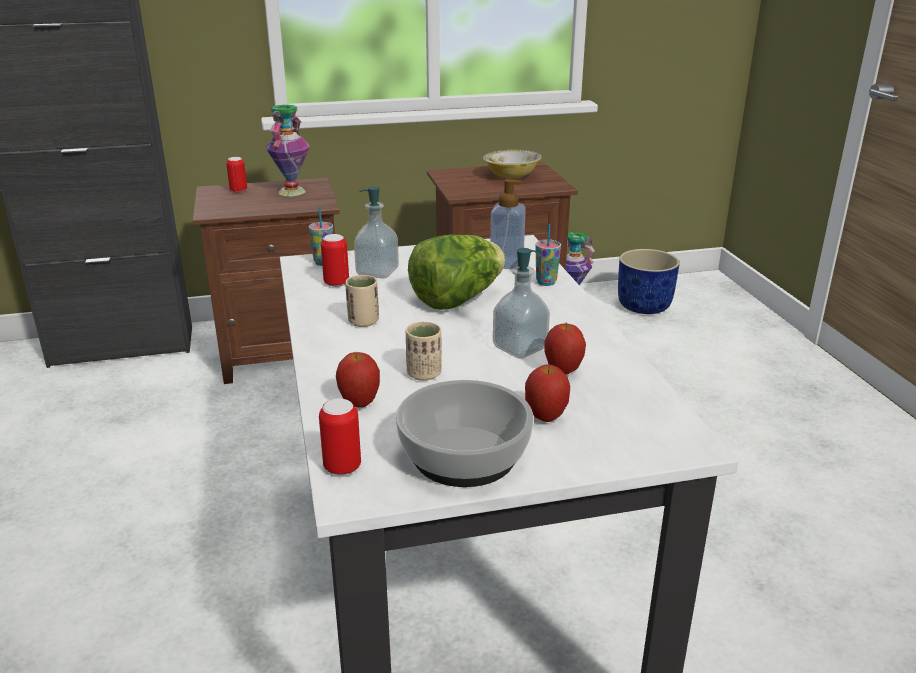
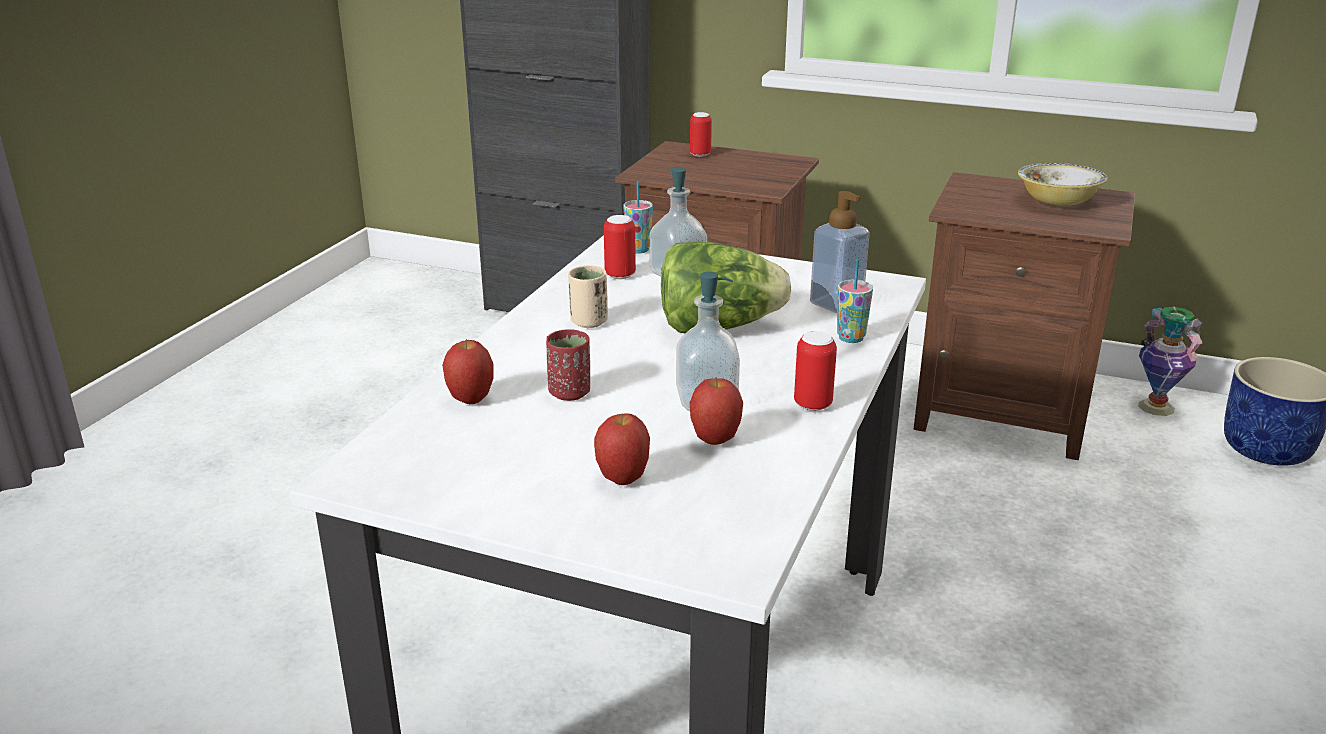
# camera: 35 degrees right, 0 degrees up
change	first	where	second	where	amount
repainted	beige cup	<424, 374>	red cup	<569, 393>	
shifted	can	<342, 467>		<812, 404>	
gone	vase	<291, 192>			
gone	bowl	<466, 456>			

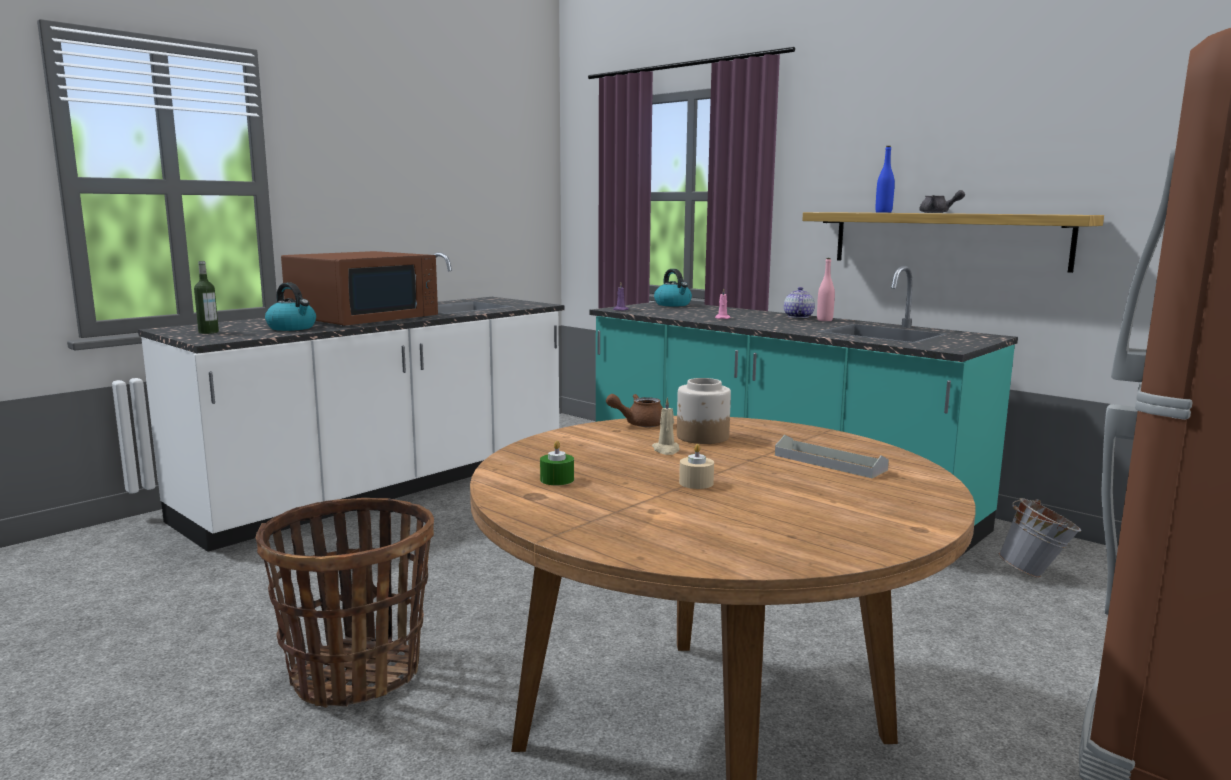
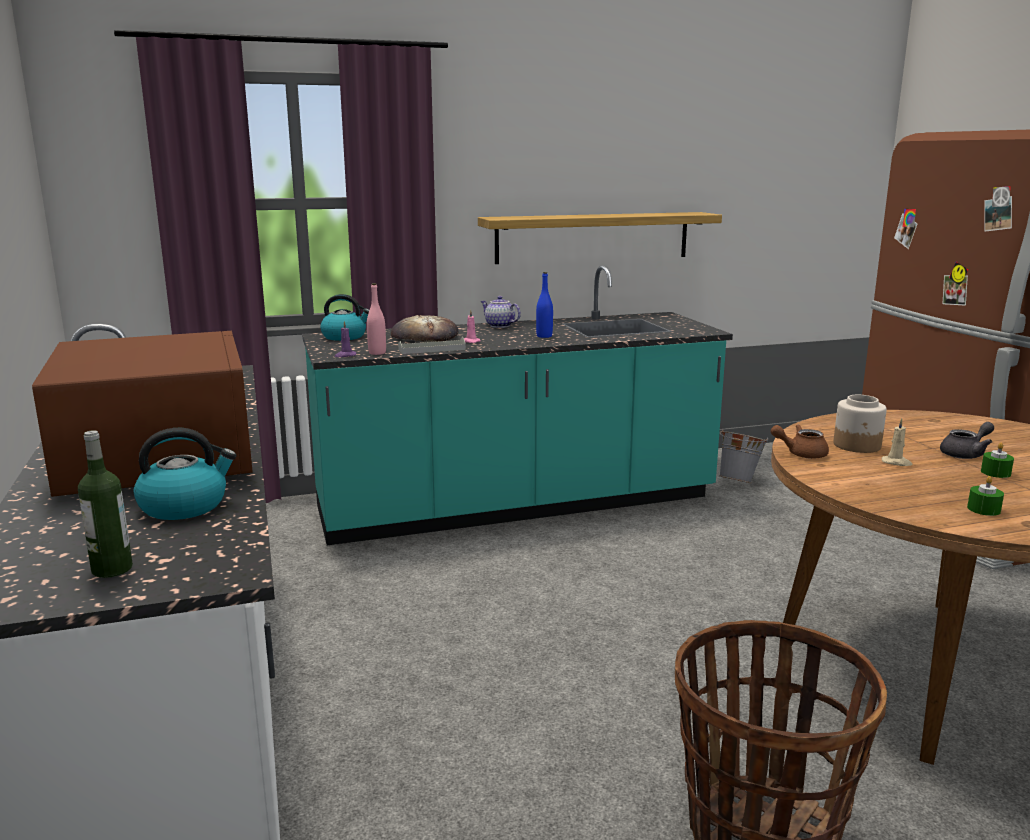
# camera: 60 degrees left, 5 degrees up
change	first	where	second	where	amount
shifted	pink bottle	<824, 320>		<377, 353>	
new			bread	<424, 335>	
shifted	grey tray	<829, 462>		<432, 349>	
shifted	blue bottle	<883, 212>		<544, 336>	
rotated	brown teapot	<639, 424>		<800, 454>	75 degrees clockwise
shifted	grey teapot	<938, 213>		<966, 454>	
repainted	beige candle	<696, 483>	green candle	<995, 473>	

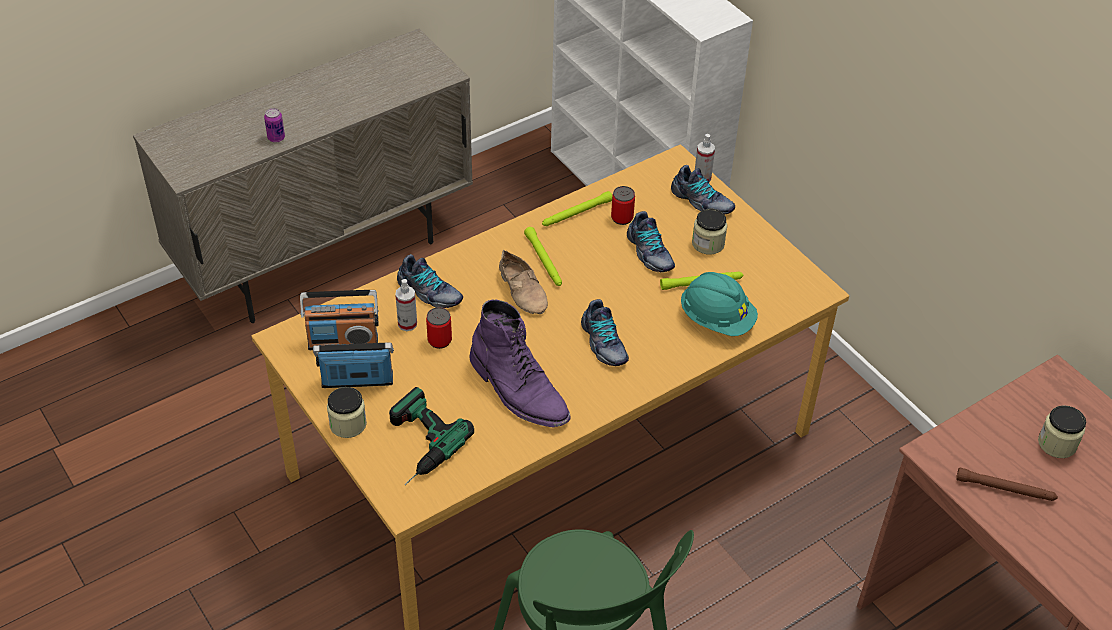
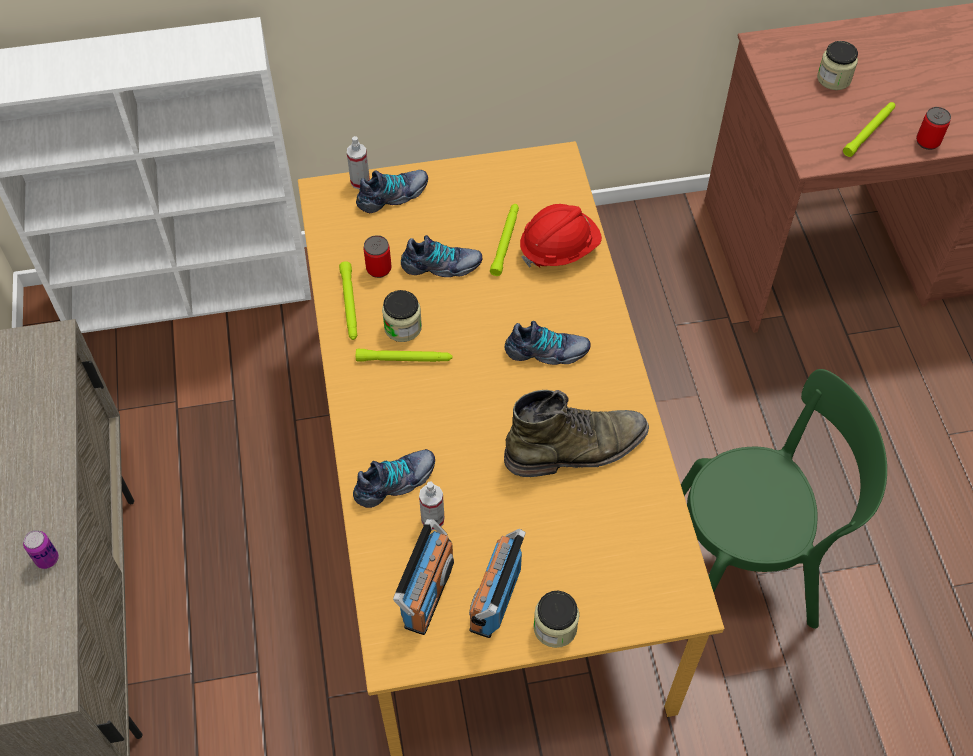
# camera: 65 degrees left, 10 degrees up
change	first	where	second	where	amount
shifted	jar	<708, 243>		<403, 327>	
repainted	purple boot	<518, 390>	green boot	<576, 448>	
repainted	turquoise hard hat	<716, 319>	red hard hat	<559, 249>	
repainted	brown flashlight	<1005, 489>	green flashlight	<869, 131>	
shifted	can	<439, 340>		<927, 141>	
gone	power drill	<415, 445>			
gone	beige shoe	<524, 290>			

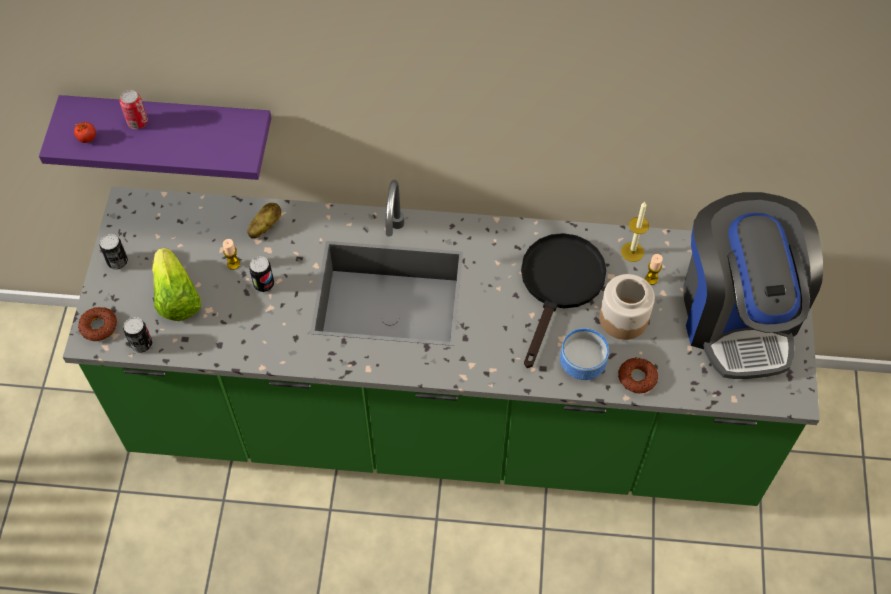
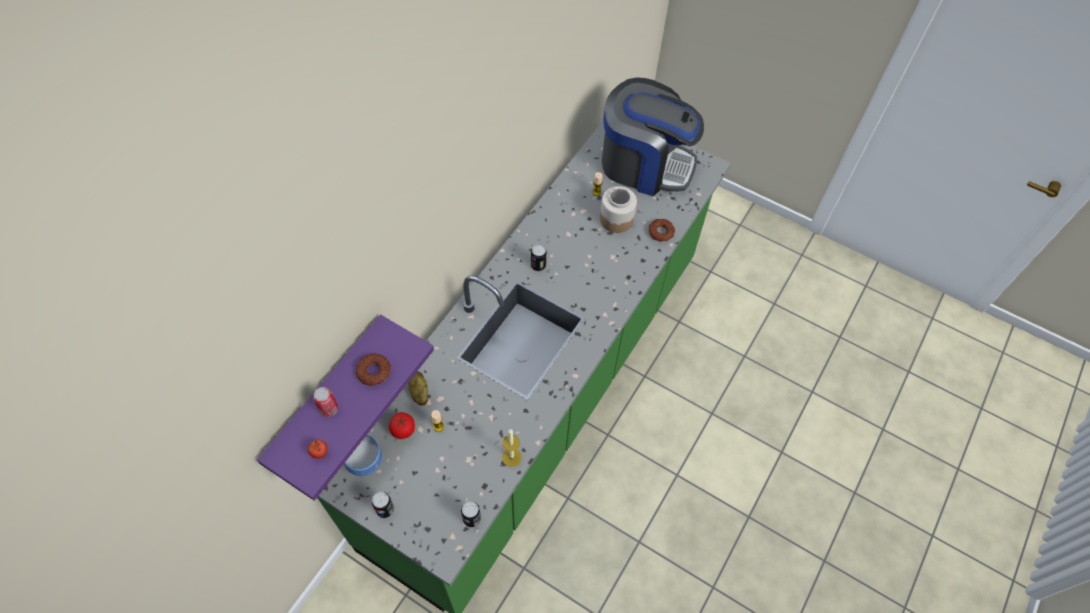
# camera: 65 degrees left, 0 degrees up
change	first	where	second	where	amount
shifted	bowl	<582, 366>		<365, 462>	
shifted	donut	<98, 326>		<373, 371>	
new			tomato	<403, 430>	
shifted	candle	<632, 252>		<511, 457>	
shifted	can	<264, 284>		<538, 265>	
gone	lettuce	<176, 297>			
gone	black frying pan	<559, 286>			

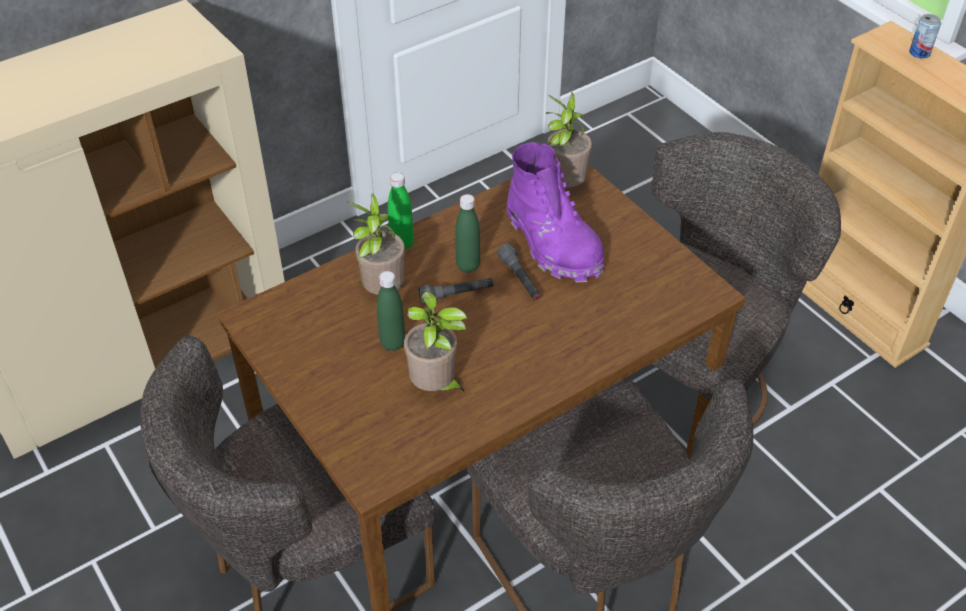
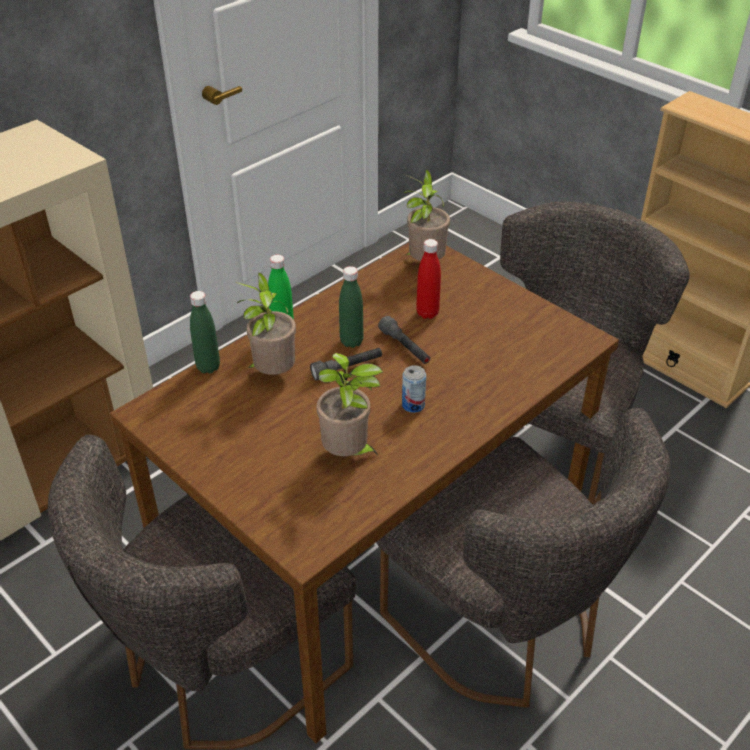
# camera: 10 degrees left, 5 degrees down
change	first	where	second	where	amount
shifted	green bottle	<392, 343>		<208, 367>	
shifted	can	<919, 53>		<413, 405>	
swapped	purple boot	<553, 243>	red bottle	<427, 313>	

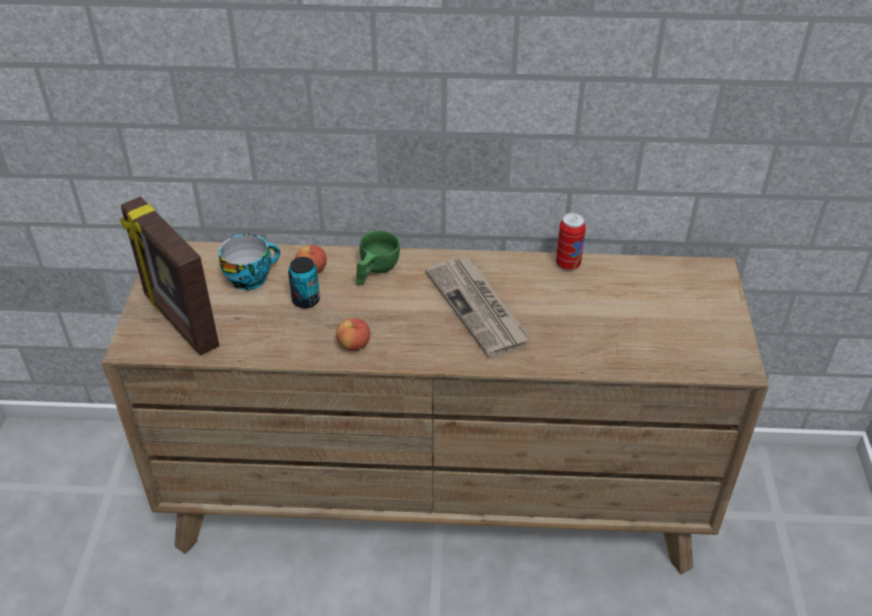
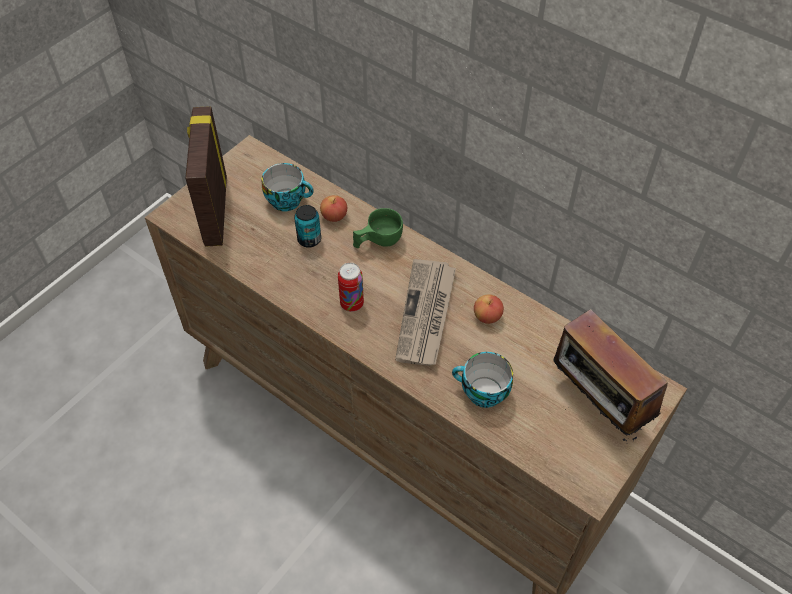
# camera: 35 degrees right, 10 degrees up
change	first	where	second	where	amount
shifted	can	<568, 264>		<352, 304>	
new			cup	<481, 393>	
shifted	apple	<354, 345>		<487, 316>	
new			radio	<596, 404>	

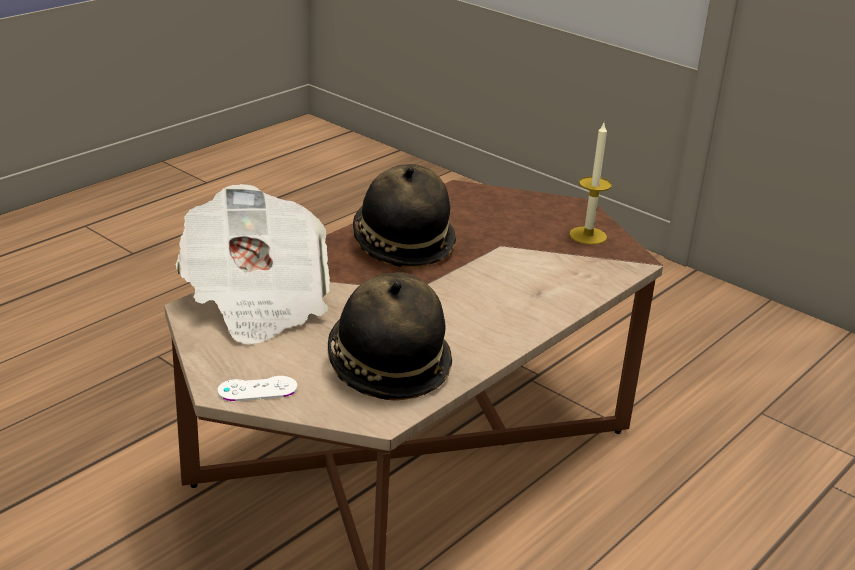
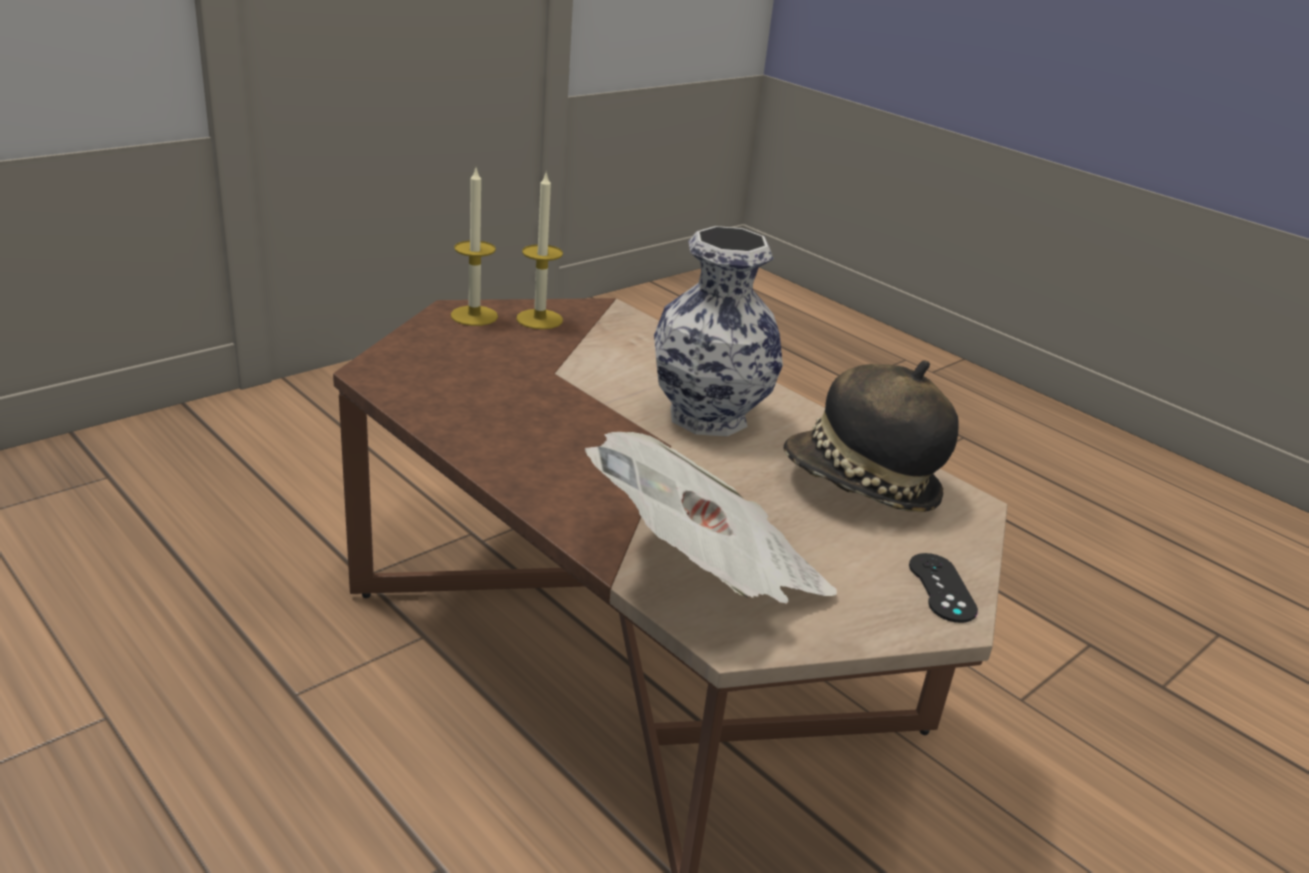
# camera: 85 degrees left, 0 degrees up
change	first	where	second	where	amount
new			candle	<474, 316>	
new			vase	<708, 415>	
repainted	white game controller	<257, 389>	black game controller	<941, 588>	
gone	hat	<402, 244>			

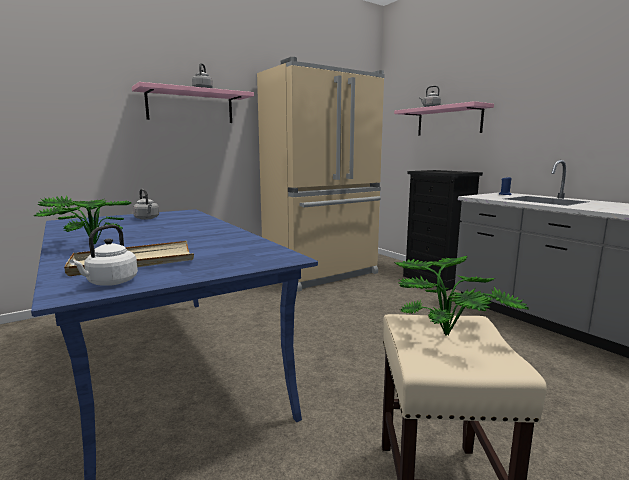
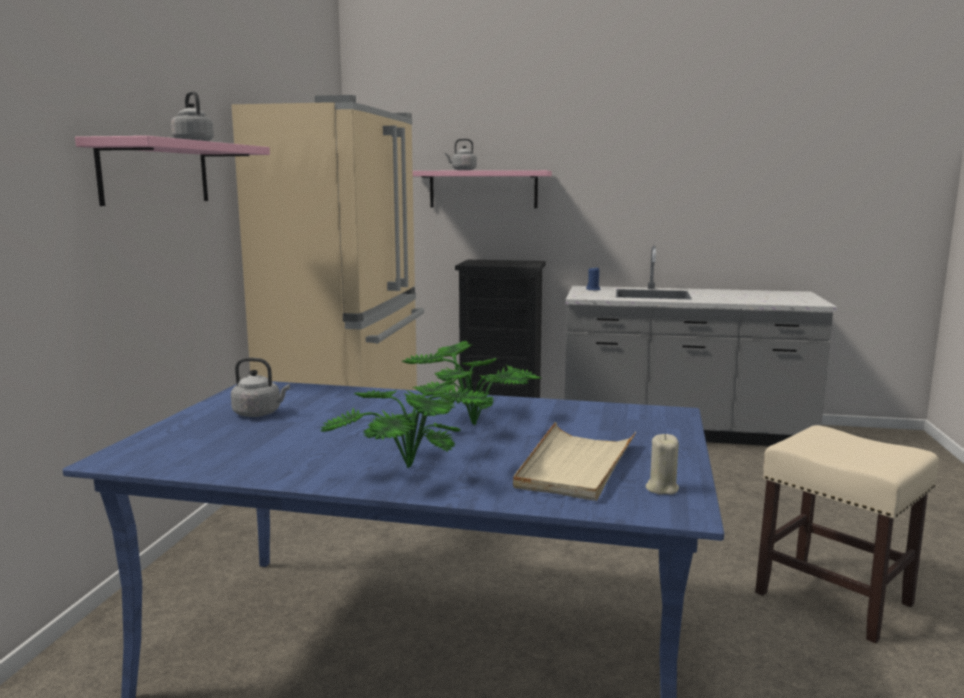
# camera: 45 degrees left, 0 degrees up
change	first	where	second	where	amount
shifted	potted plant	<448, 332>		<472, 422>	
swapped	white kettle	<110, 283>	beige candle	<661, 488>	

